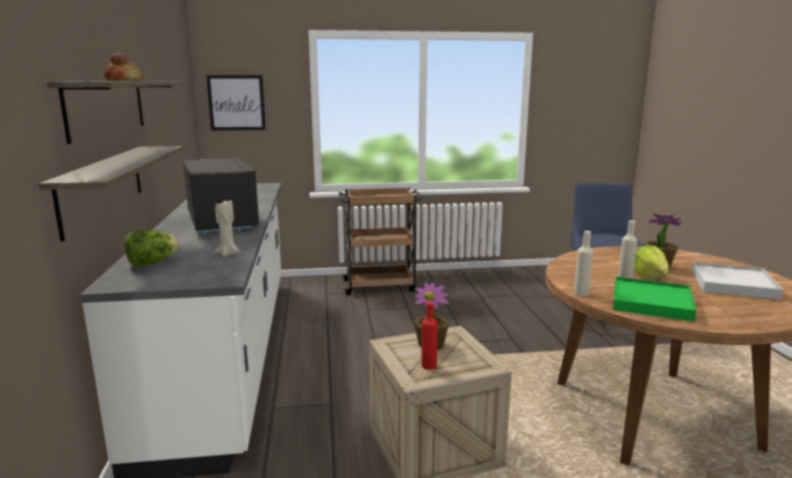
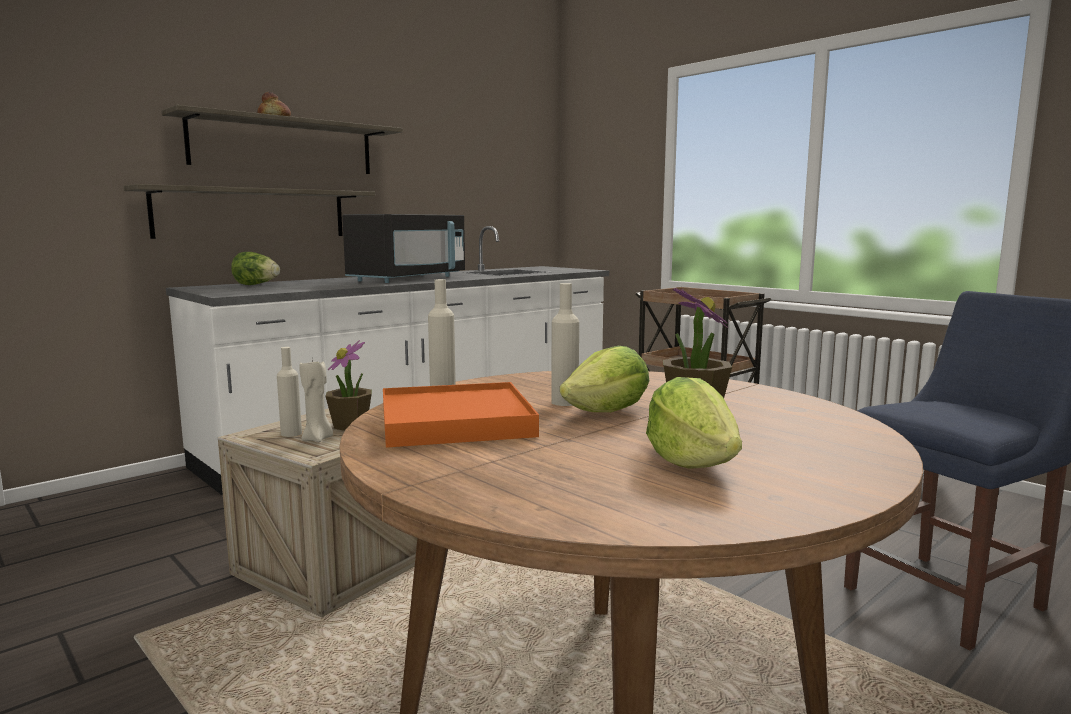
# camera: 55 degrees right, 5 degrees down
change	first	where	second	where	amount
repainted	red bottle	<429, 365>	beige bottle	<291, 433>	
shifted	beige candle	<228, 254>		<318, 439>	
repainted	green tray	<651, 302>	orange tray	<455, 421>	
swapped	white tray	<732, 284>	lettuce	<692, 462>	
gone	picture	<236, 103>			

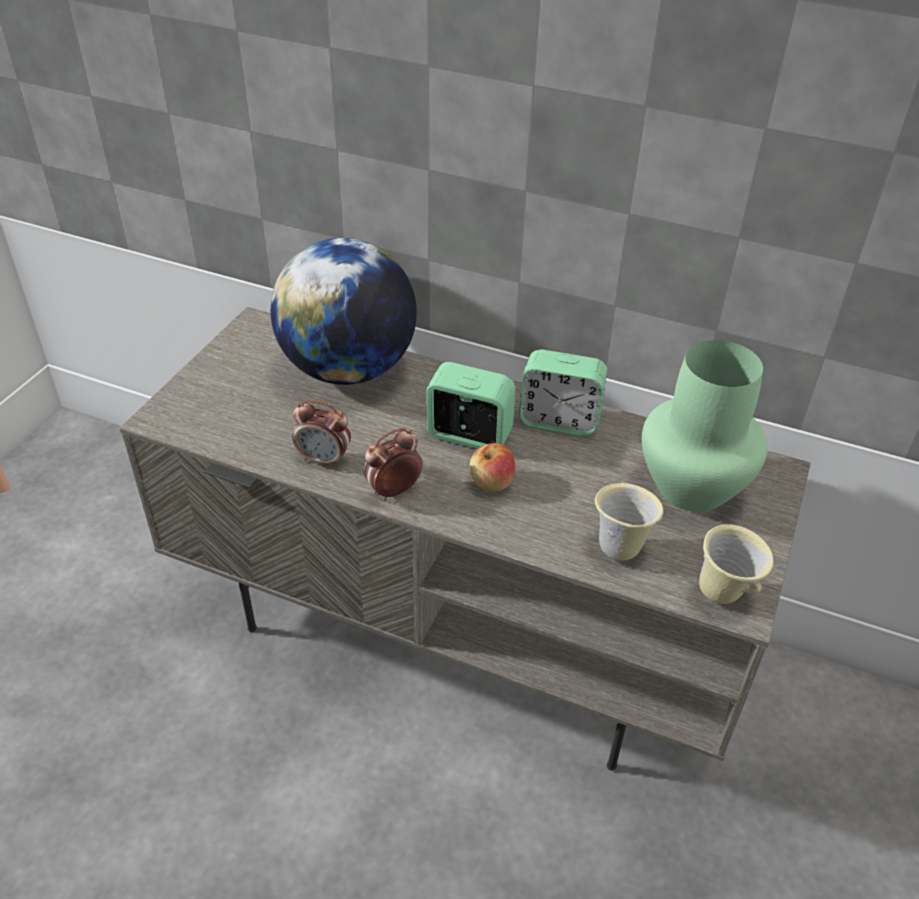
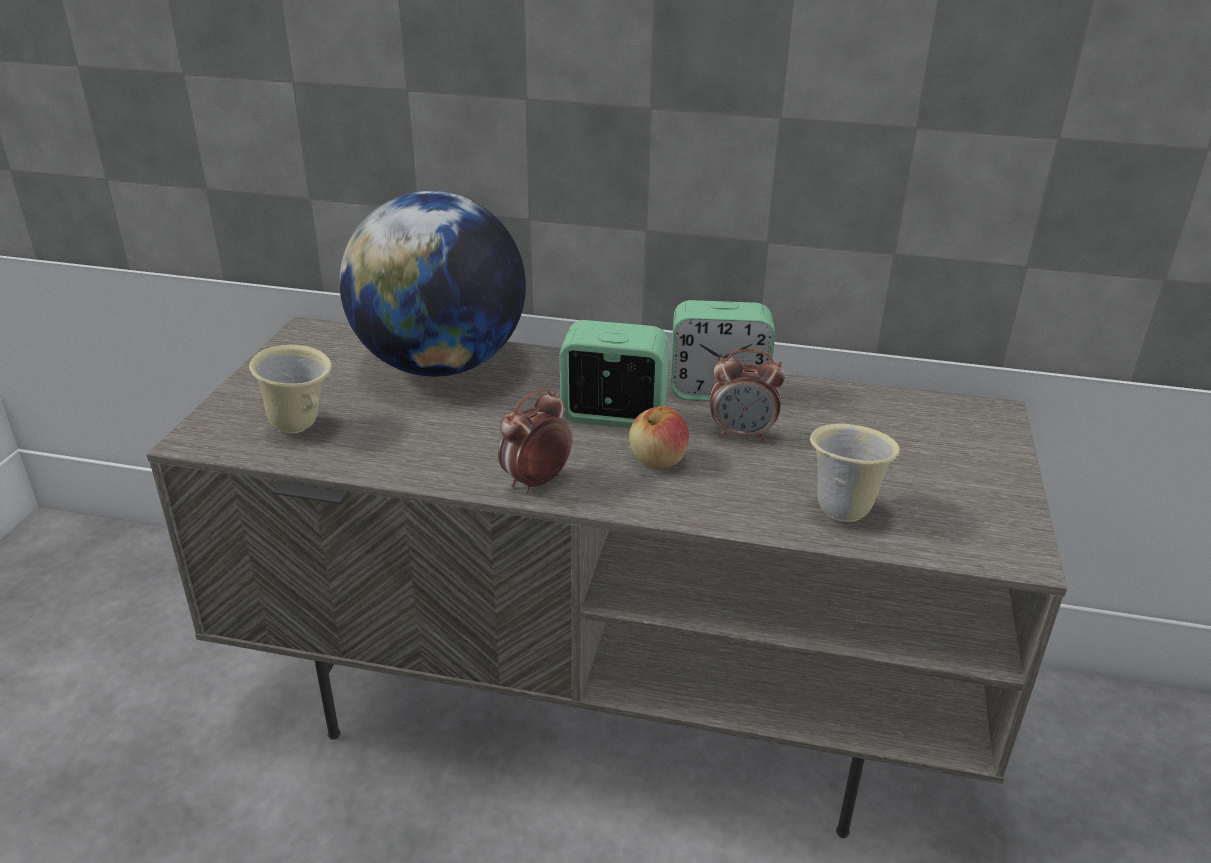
# camera: 10 degrees left, 10 degrees down
change	first	where	second	where	amount
shifted	beige mug	<724, 594>		<301, 427>	
shifted	alarm clock	<324, 459>		<742, 434>	
gone	green vase	<691, 486>			

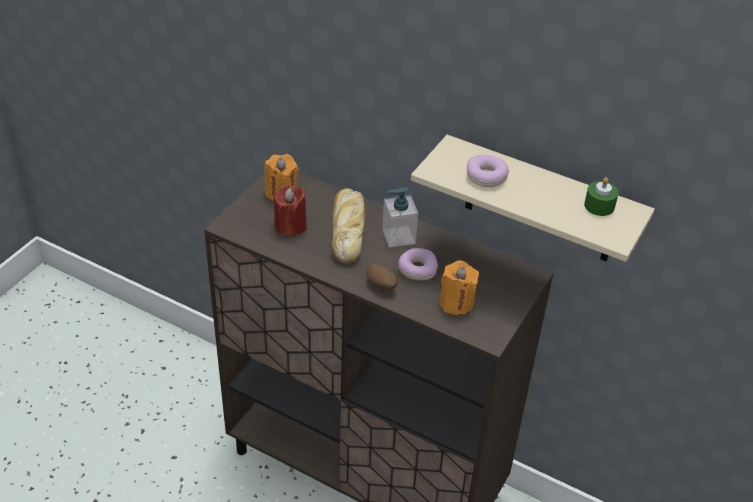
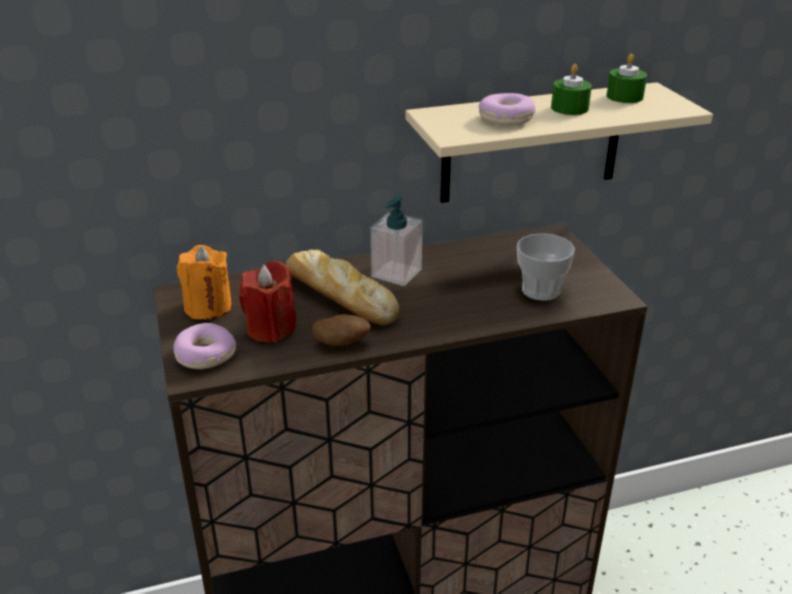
# camera: 45 degrees left, 10 degrees down
change	first	where	second	where	amount
shifted	donut	<417, 269>		<204, 355>	
shifted	potato	<381, 285>		<342, 344>	
swapped	orange candle	<456, 303>	cup	<541, 290>	
new			green candle	<569, 108>	

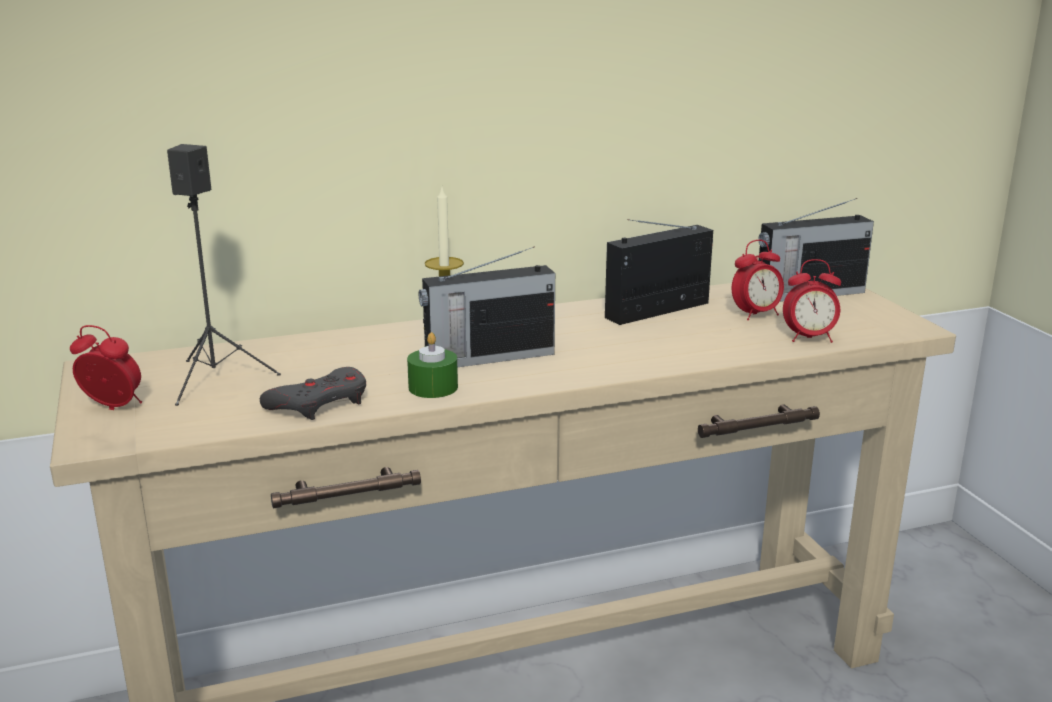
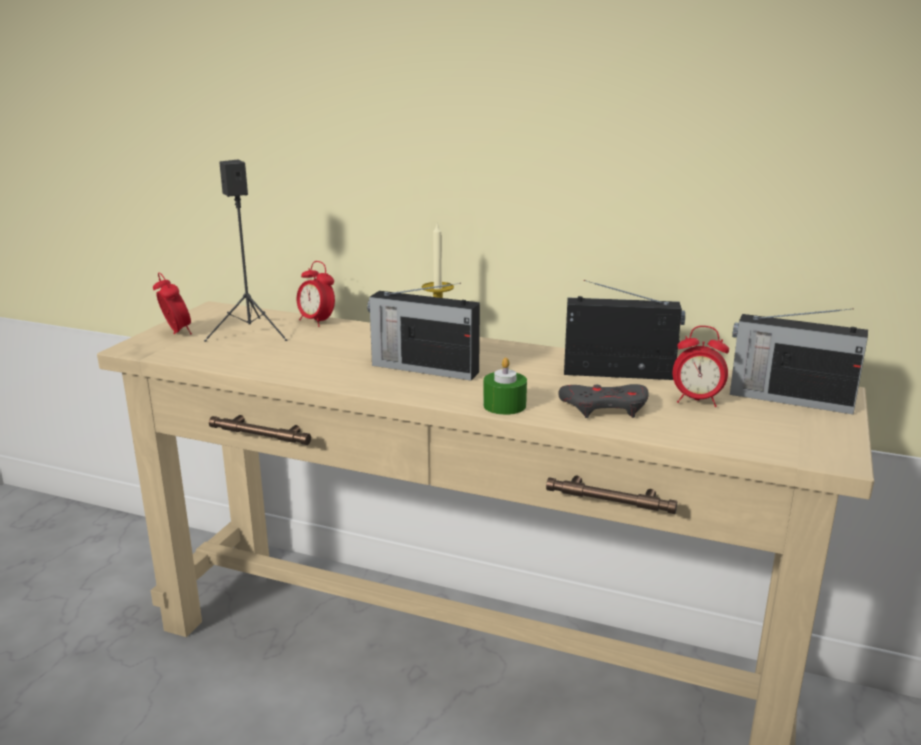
# camera: 40 degrees right, 0 degrees up
change	first	where	second	where	amount
shifted	alarm clock	<809, 338>		<317, 322>	
shifted	green candle	<433, 387>		<504, 405>	
shifted	grey game controller	<320, 402>		<605, 407>	

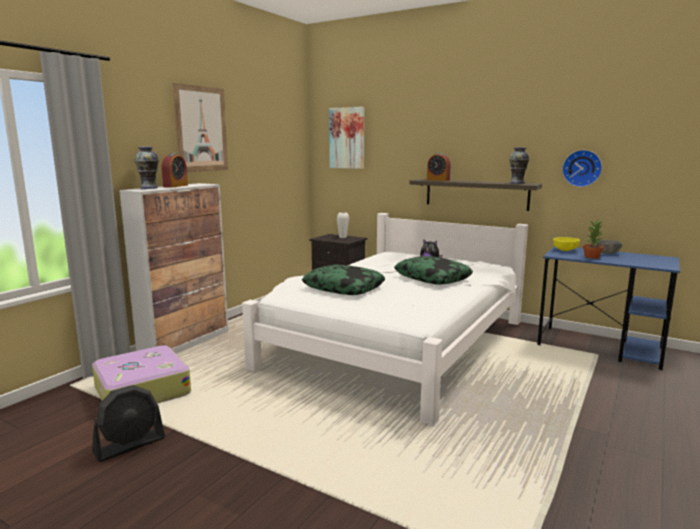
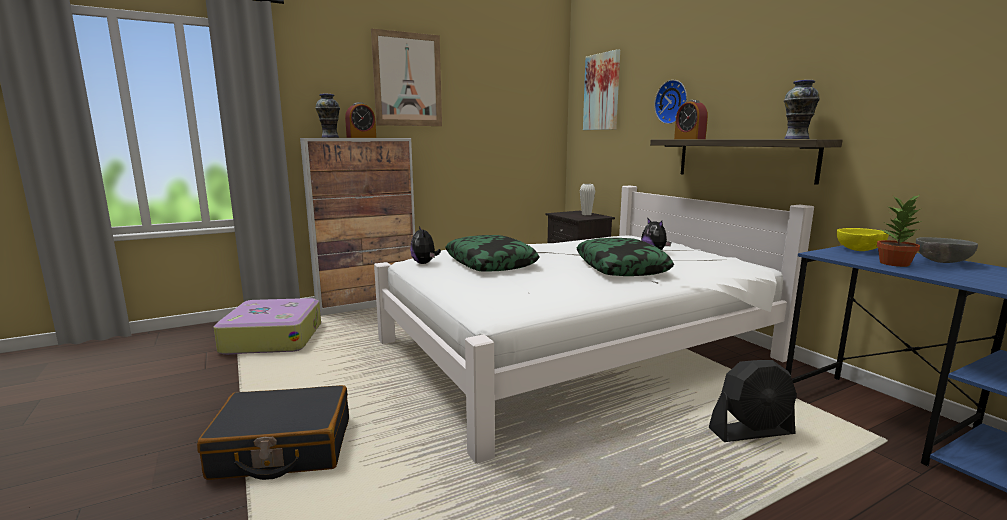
# camera: 30 degrees right, 0 degrees up
change	first	where	second	where	amount
new			black suitcase	<283, 448>	
new			plush toy	<425, 263>	
shifted	wall clock	<582, 168>		<672, 102>	
shifted	black fan	<130, 445>		<751, 432>	

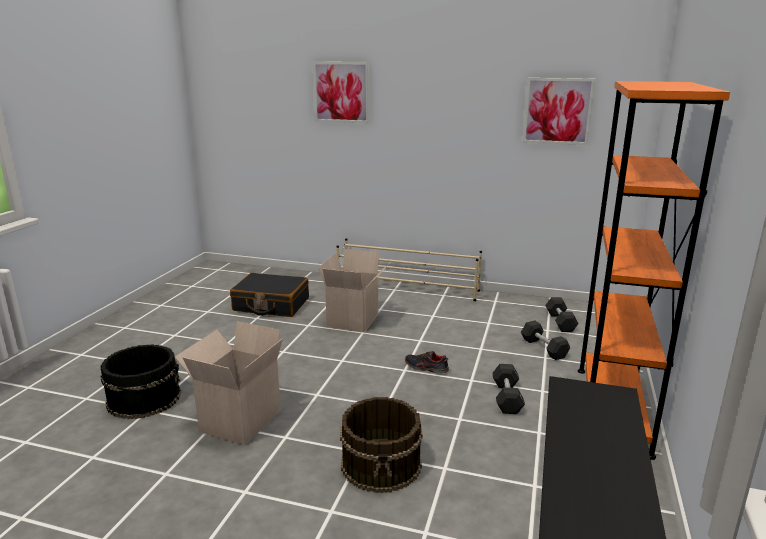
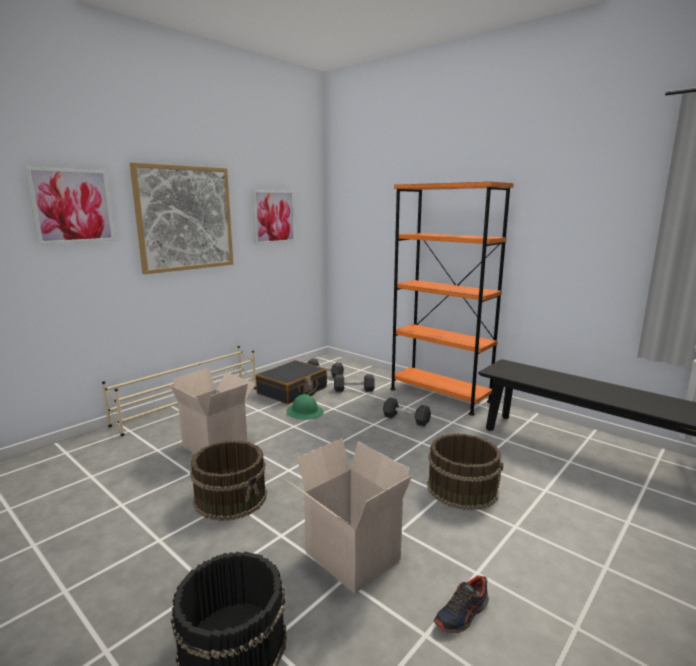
# camera: 65 degrees left, 5 degrees down
change	first	where	second	where	amount
new			picture	<185, 218>	
new			brown bucket	<231, 497>	
shifted	black suitcase	<271, 305>		<292, 391>	
new			green hard hat	<305, 412>	
shifted	shoe	<426, 368>		<462, 614>	

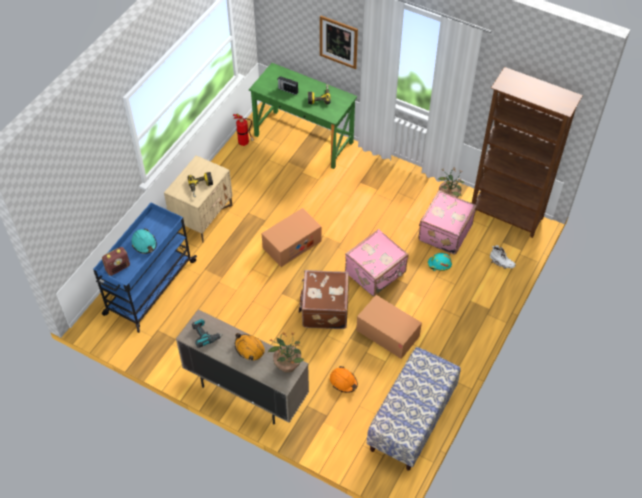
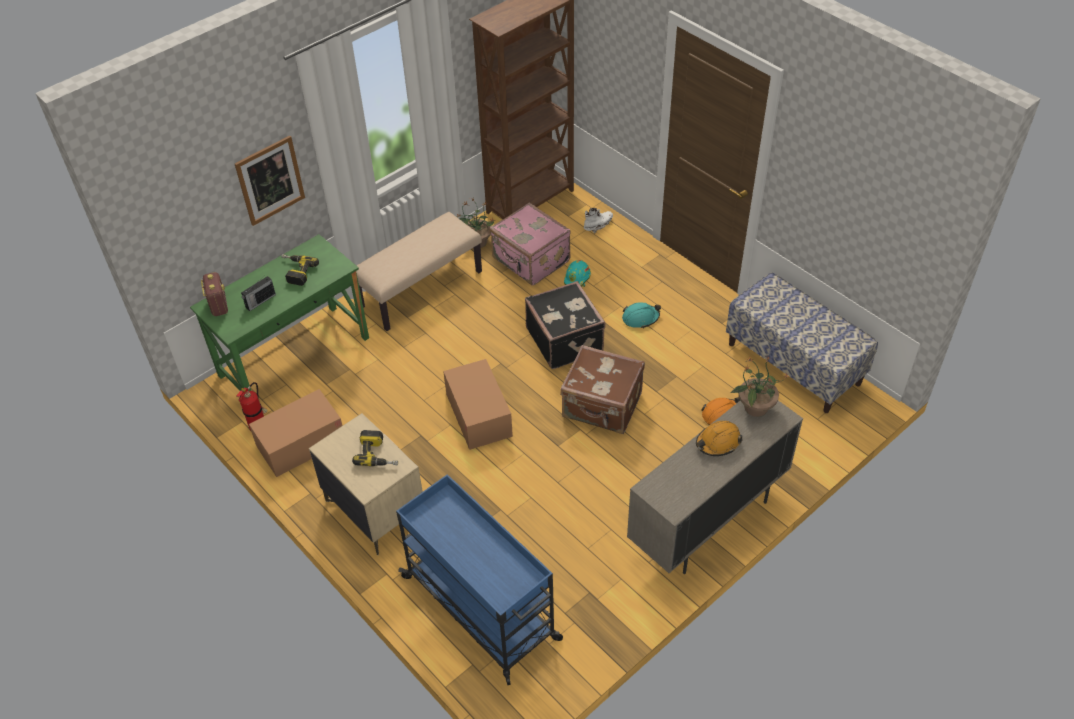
# camera: 70 degrees left, 5 degrees down
change	first	where	second	where	amount
shifted	radio	<118, 268>		<219, 305>	
shifted	cardboard box	<387, 333>		<301, 443>	
new			beige bench	<421, 288>	
repainted	pink suitcase	<376, 273>	black suitcase	<565, 340>	
shifted	turquoise hard hat	<144, 244>		<640, 318>	
gone	power drill	<205, 335>			

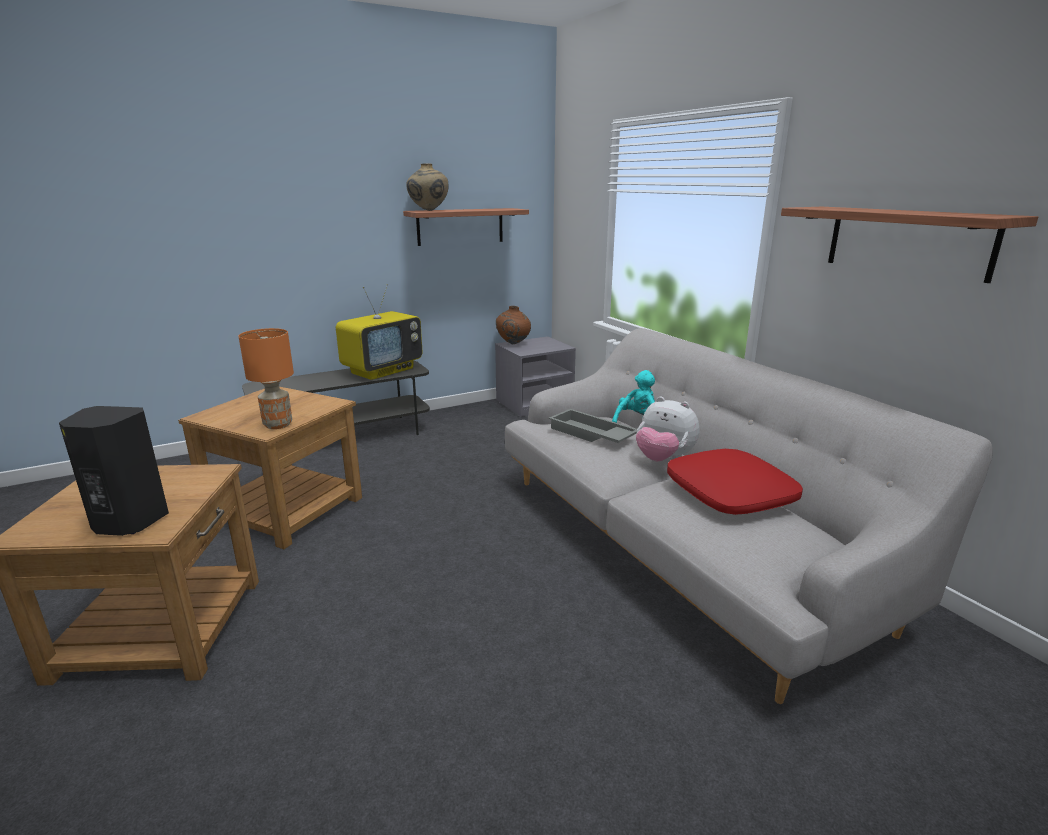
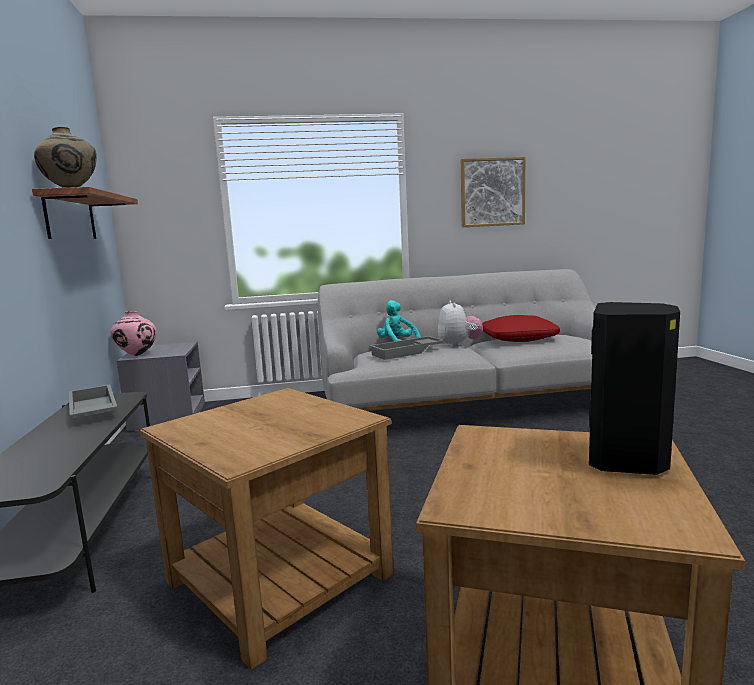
# camera: 70 degrees left, 10 degrees down
change	first	where	second	where	amount
swapped	television	<382, 370>	grey tray	<91, 410>	
repainted	brown vase	<513, 344>	pink vase	<136, 355>	
rotated	plush toy	<663, 459>		<459, 345>	60 degrees counterclockwise
swapped	shelf	<907, 241>	picture	<492, 192>	
gone	orange table lamp	<278, 425>			

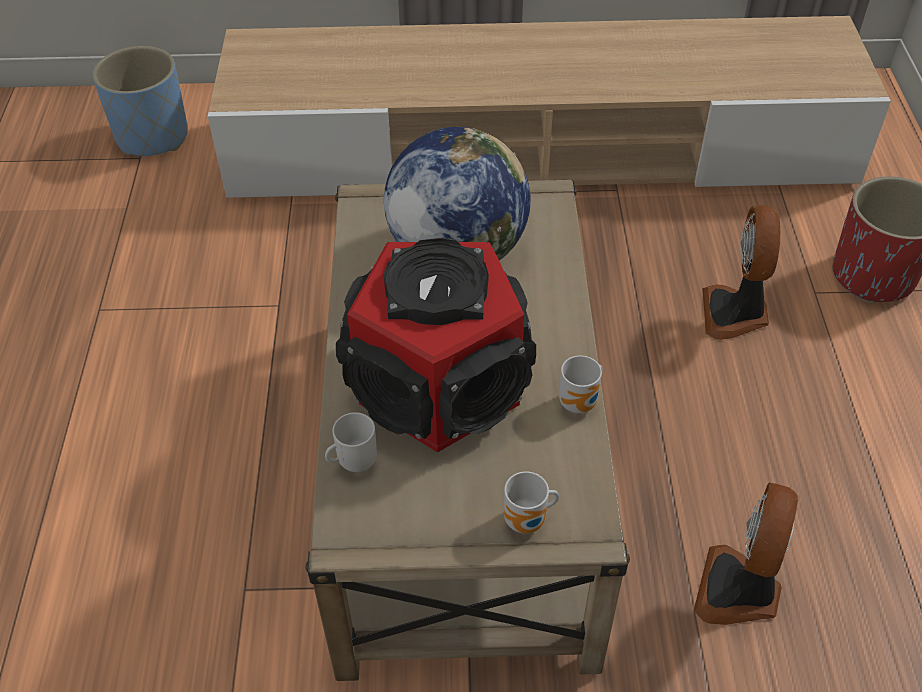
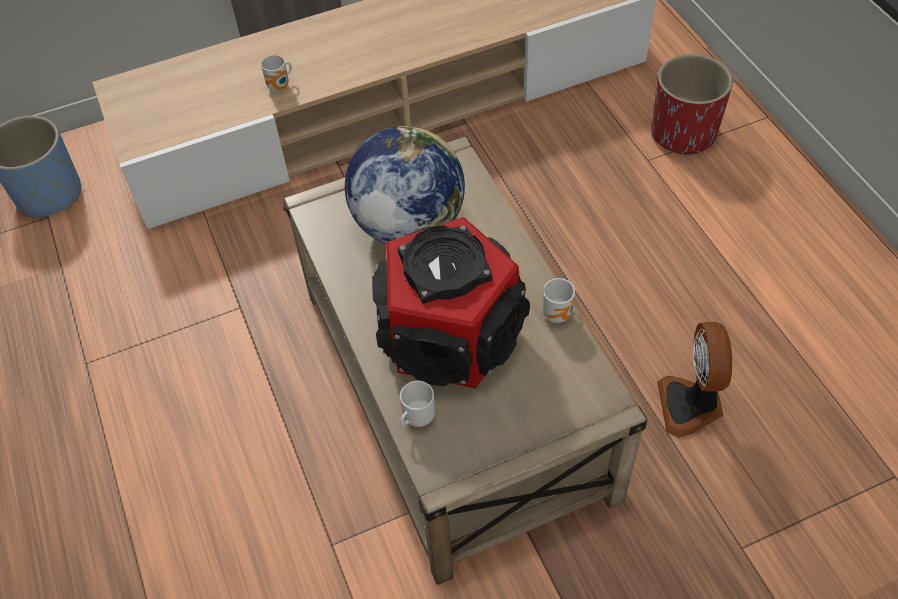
# camera: 20 degrees left, 5 degrees up
change	first	where	second	where	amount
shifted	mug	<528, 522>		<280, 86>	
gone	fan	<735, 313>			

